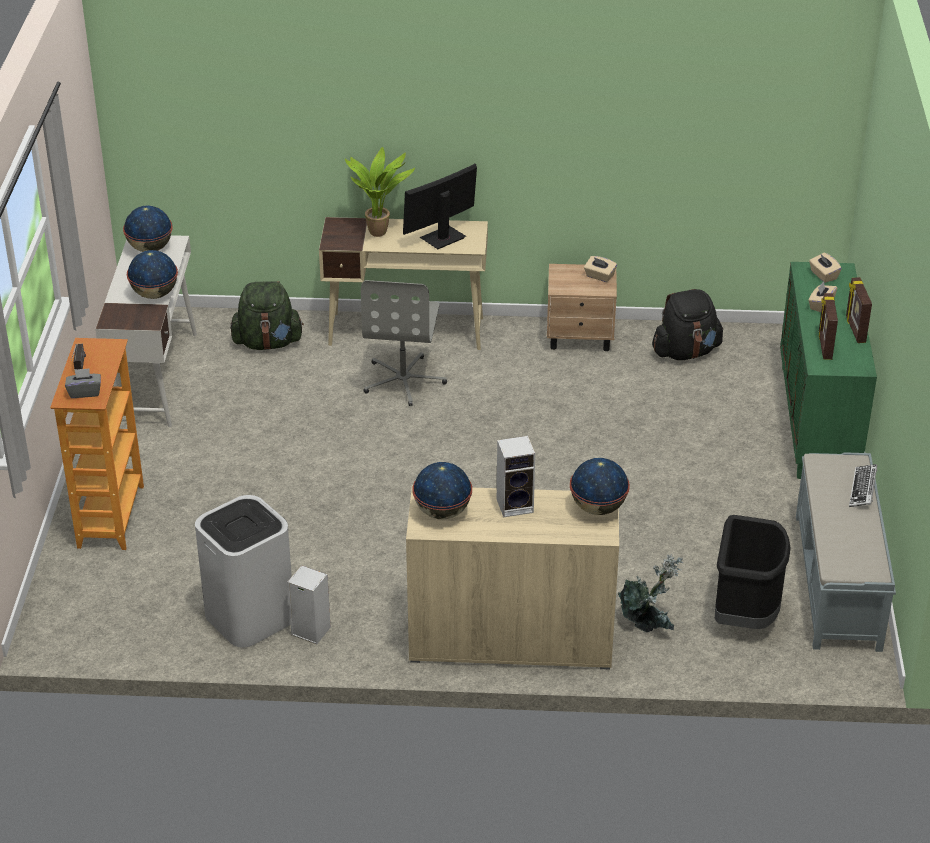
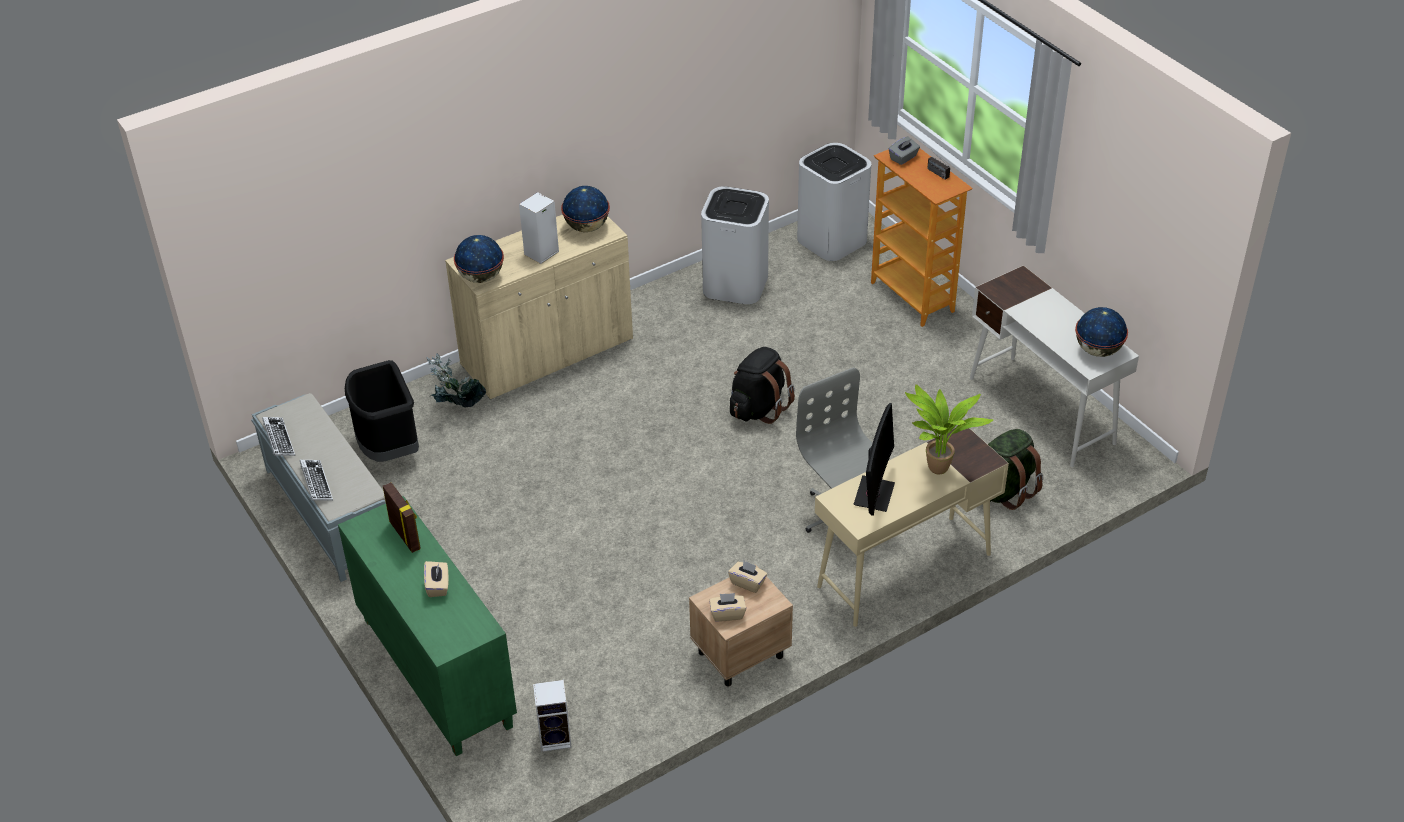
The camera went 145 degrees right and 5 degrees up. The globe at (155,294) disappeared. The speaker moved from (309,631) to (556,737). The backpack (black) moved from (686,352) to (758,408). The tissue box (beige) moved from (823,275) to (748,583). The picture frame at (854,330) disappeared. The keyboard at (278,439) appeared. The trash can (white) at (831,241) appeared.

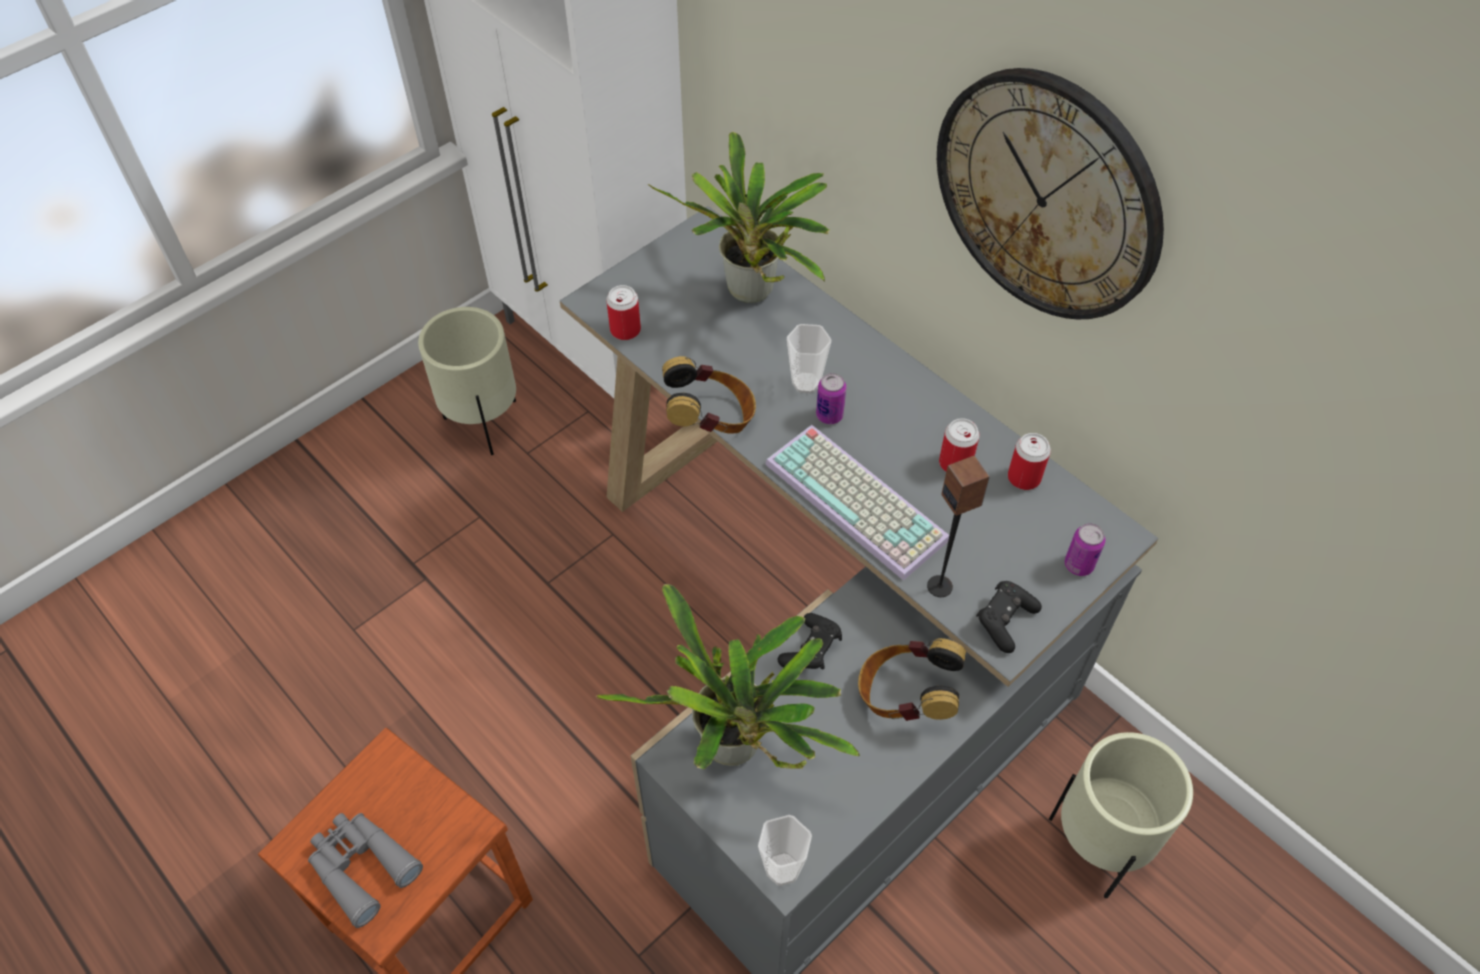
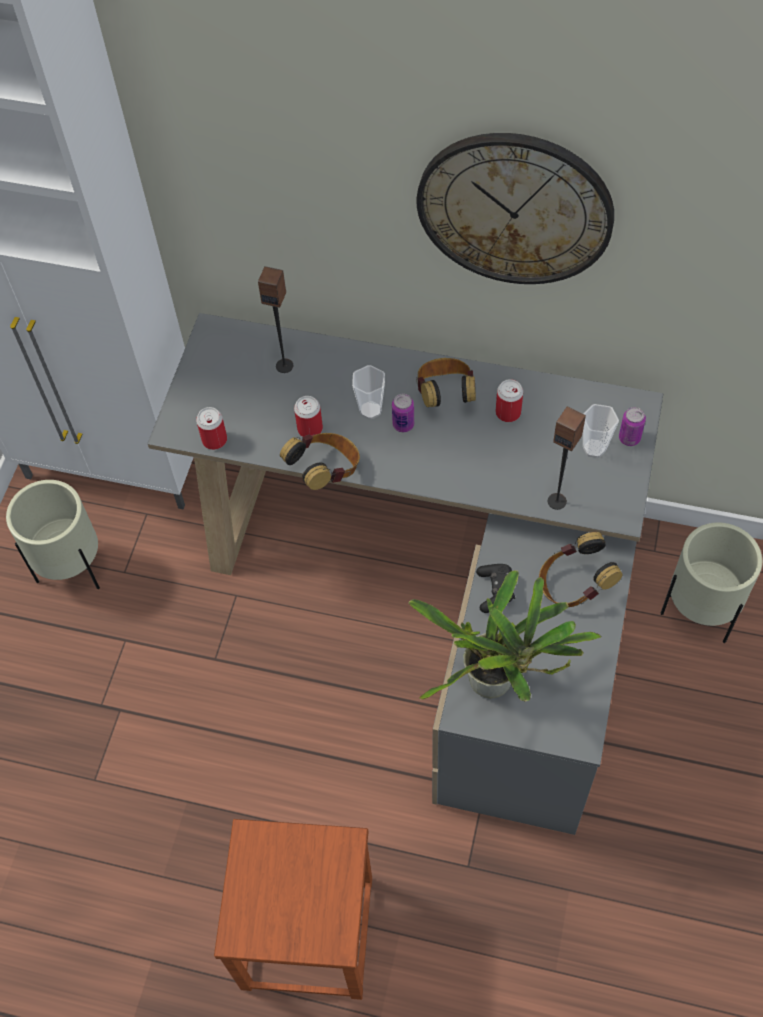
The camera went 30 degrees left and 5 degrees up. The binoculars (grey) at (361,866) disappeared. The potted plant at (752,295) was replaced by the speaker at (284,365). The cup moved from (782,869) to (594,448). The keyboard at (859,501) disappeared. The game controller (black) at (1004,621) disappeared. The can moved from (1024,477) to (310,428). The headphones at (445,395) appeared.

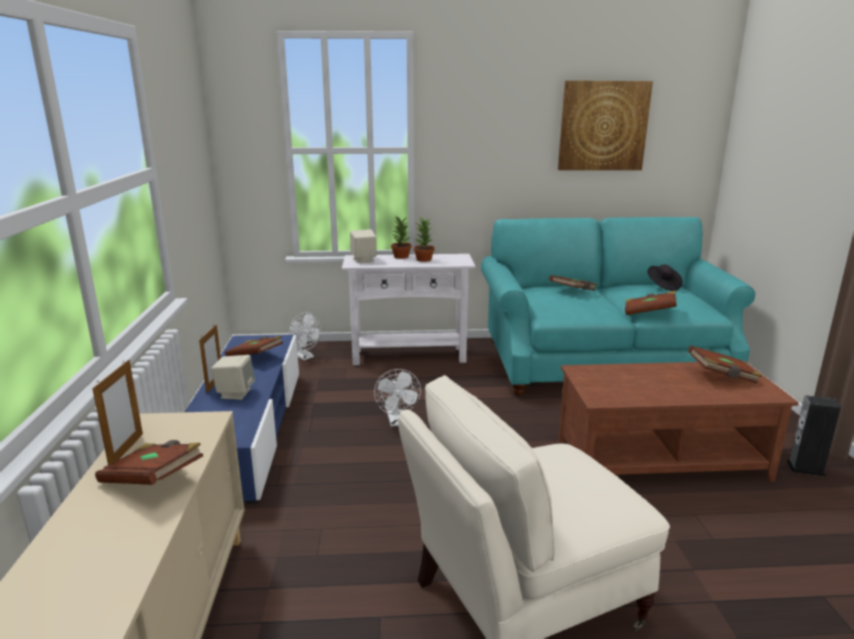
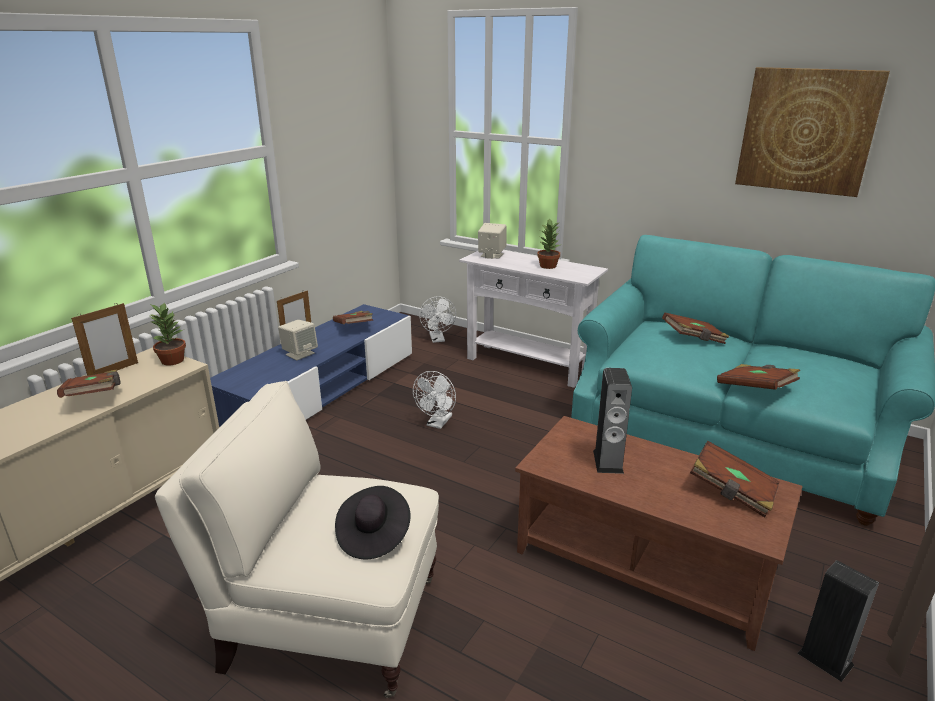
The camera went 35 degrees right and 5 degrees up. The potted plant moved from (400,256) to (172,360). The hat (black) moved from (662,286) to (373,535). The speaker at (608,461) appeared.

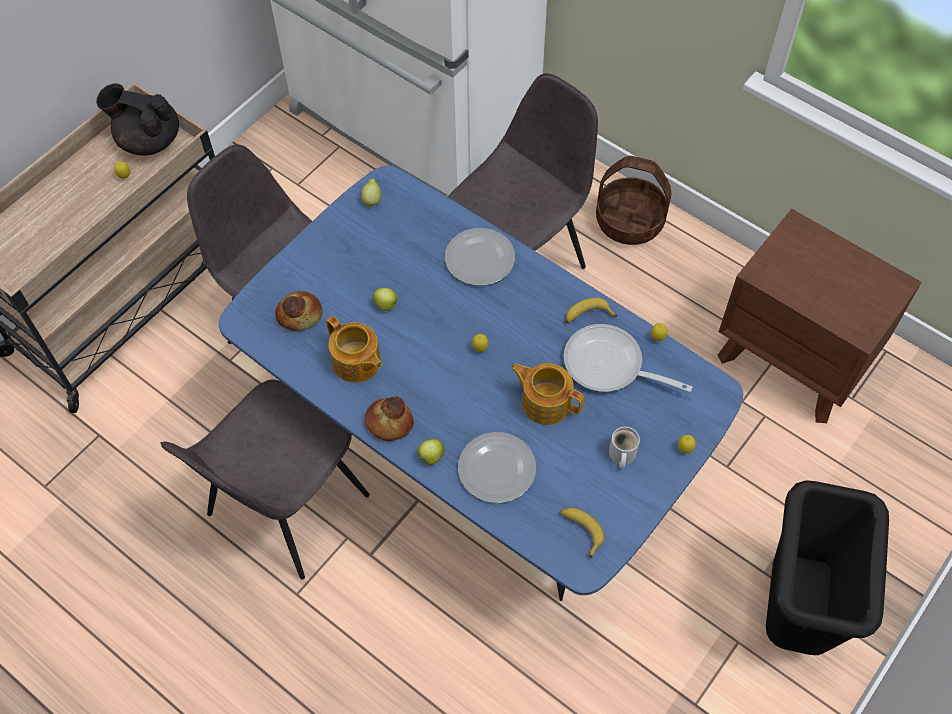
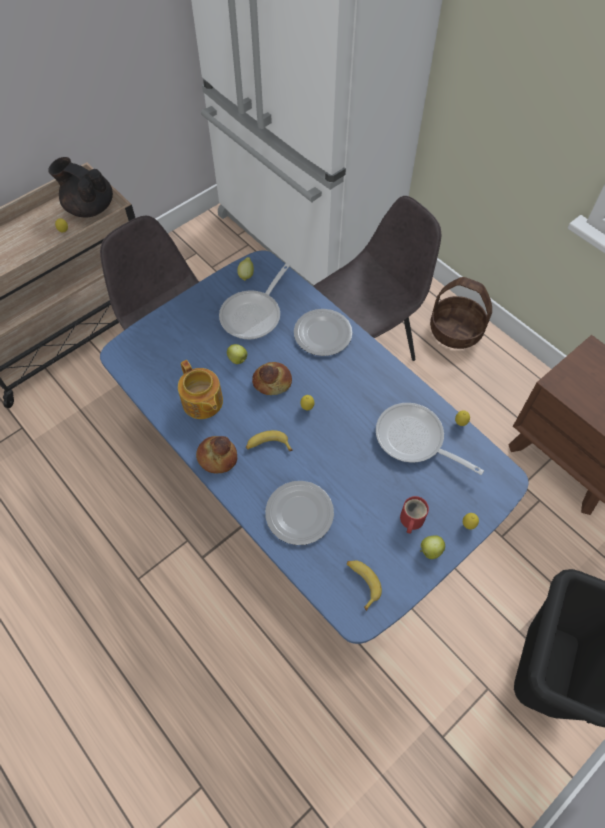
The camera went 10 degrees right and 0 degrees up. The chair (grey) at (285,508) disappeared. The bread moved from (299,314) to (272,381). The apple moved from (430,457) to (430,551). The teapot at (545,402) disappeared. The banana moved from (587,315) to (268,445). The mug (white) at (621,455) became the mug (red) at (410,520). The frying pan at (254,314) appeared.

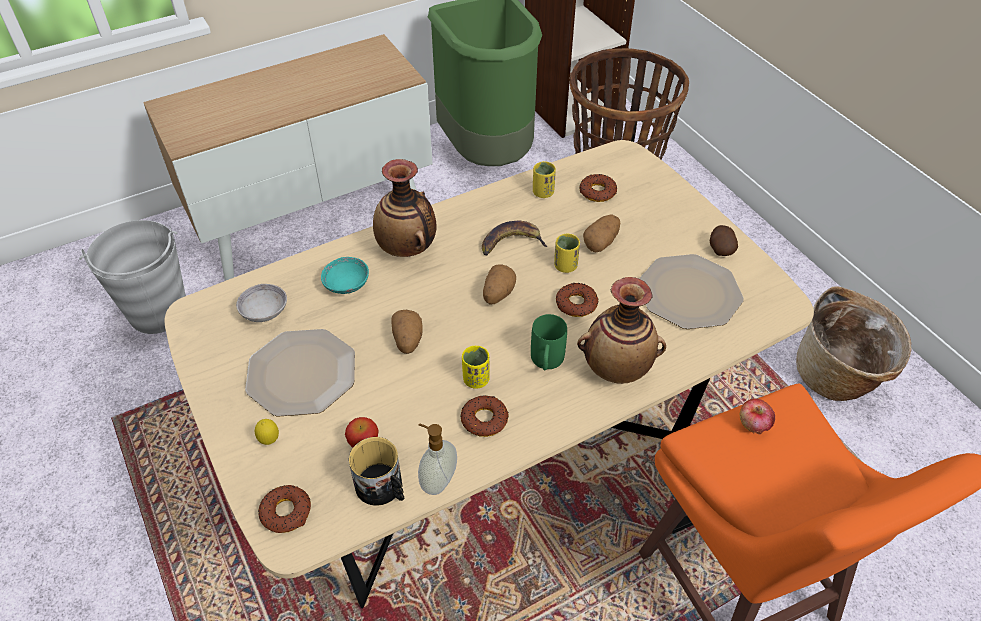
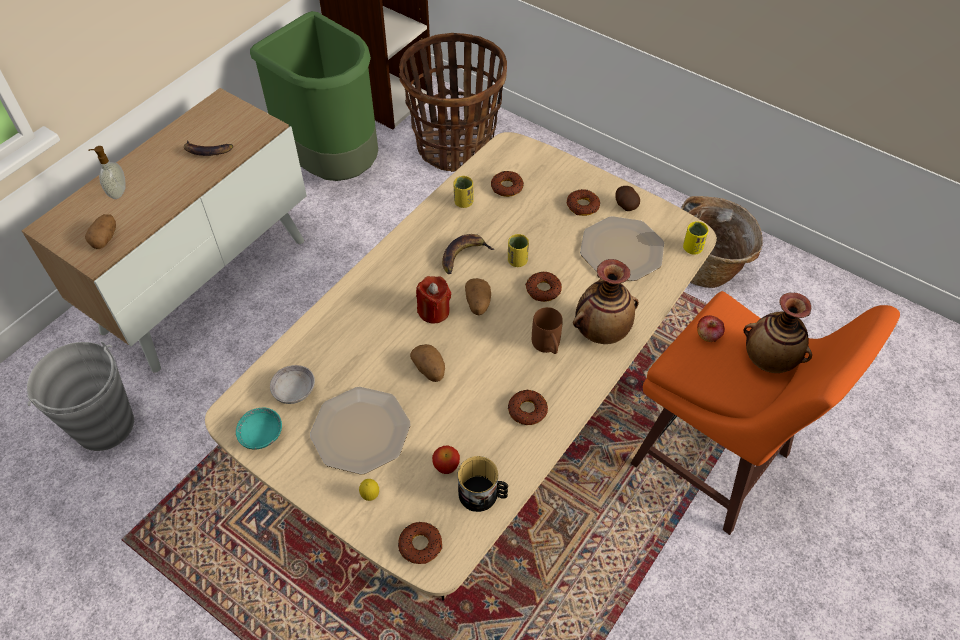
The camera went 25 degrees left and 5 degrees up. The bowl (turquoise) moved from (347,285) to (262,435). The vase moved from (407,248) to (769,359). The soap dispenser moved from (437,481) to (117,192). The cup (yellow) moved from (476,379) to (692,248). The mug (green) at (546,363) became the mug (brown) at (547,347). The potato moved from (601,242) to (105,238). The banana at (207,151) appeared. The candle (red) at (434,311) appeared. The donut at (582,206) appeared.

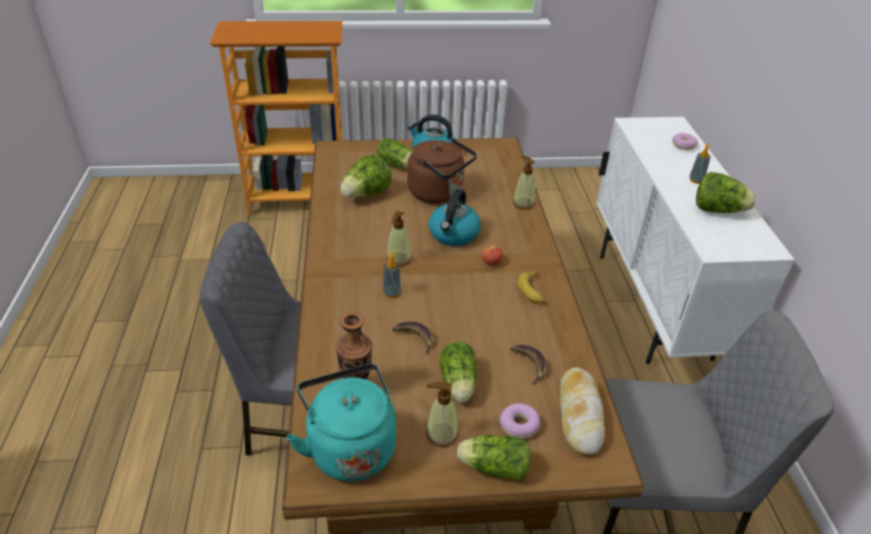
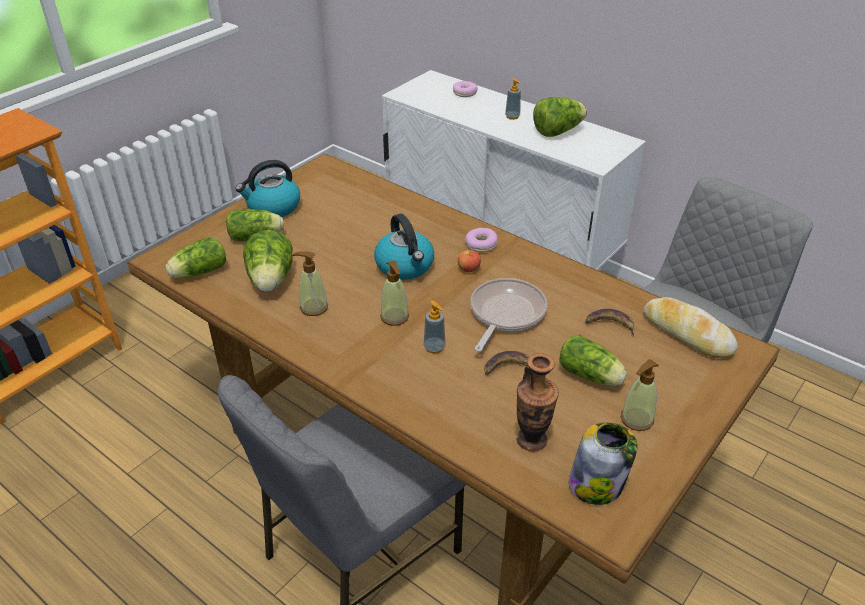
The camera went 45 degrees left and 0 degrees up. The kettle (turquoise) at (350,446) was replaced by the jar at (597,484). The kettle (brown) at (439,193) disappeared. The lettuce moved from (492,466) to (198,272). The donut moved from (519,425) to (481,245). The soap dispenser moved from (523,203) to (313,307). The banana at (532,291) disappeared. The frying pan at (505,314) appeared.

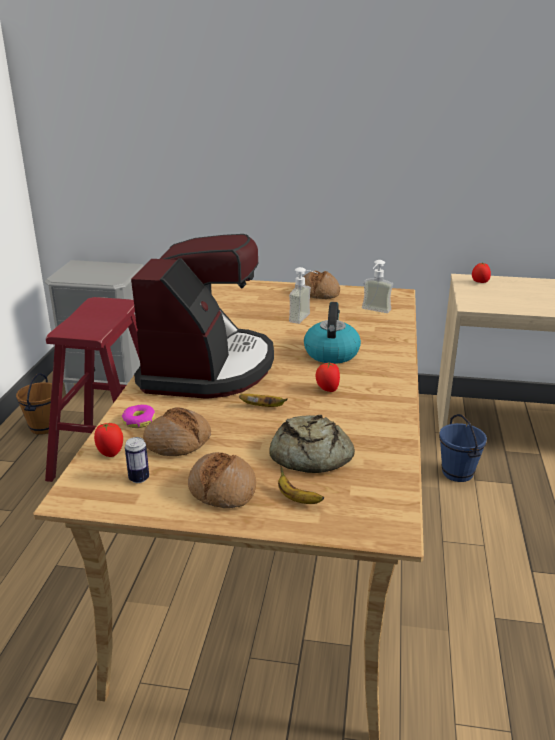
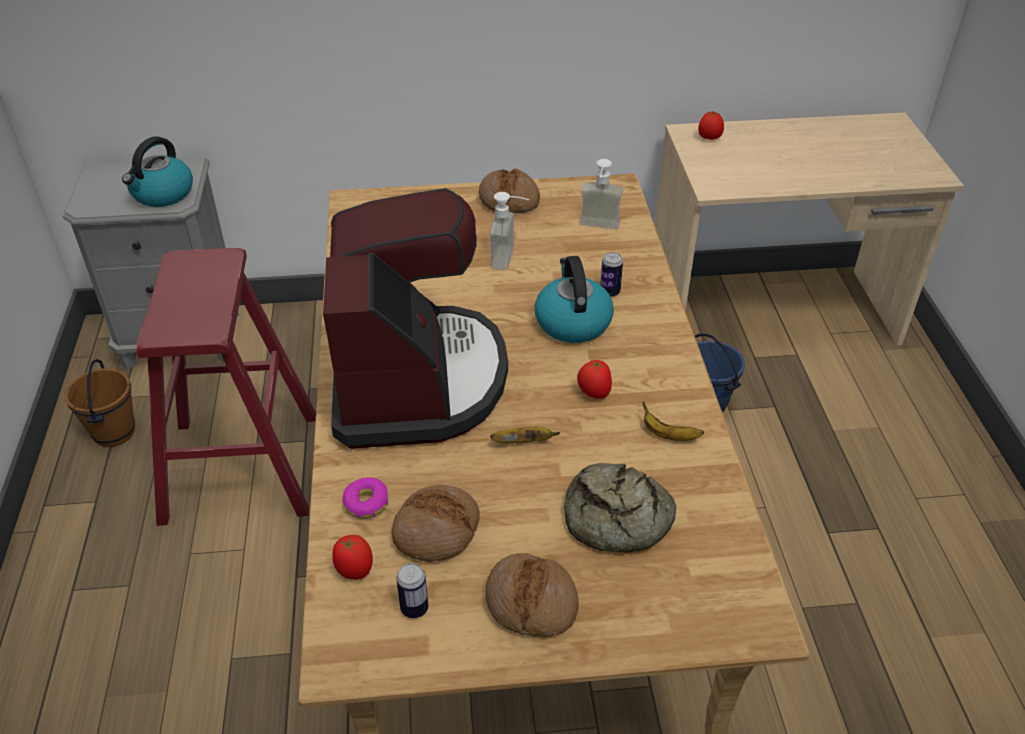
The camera went 15 degrees left and 15 degrees up. The banana moved from (297,499) to (668,435). The kettle at (162,194) appeared. The can at (610,292) appeared.

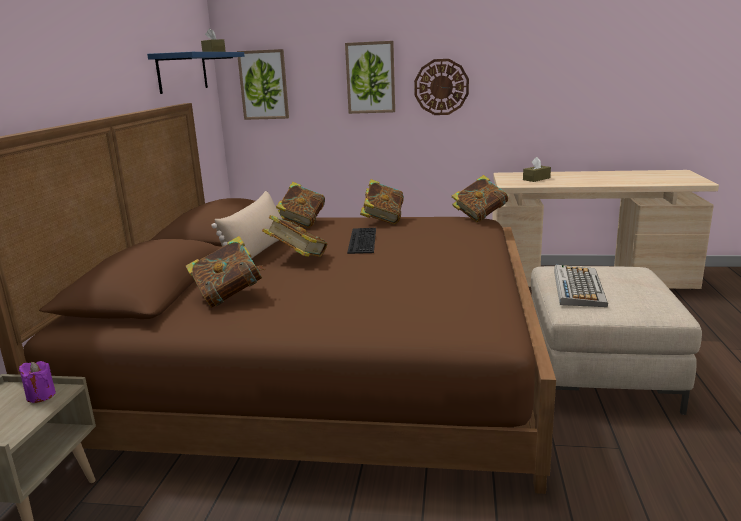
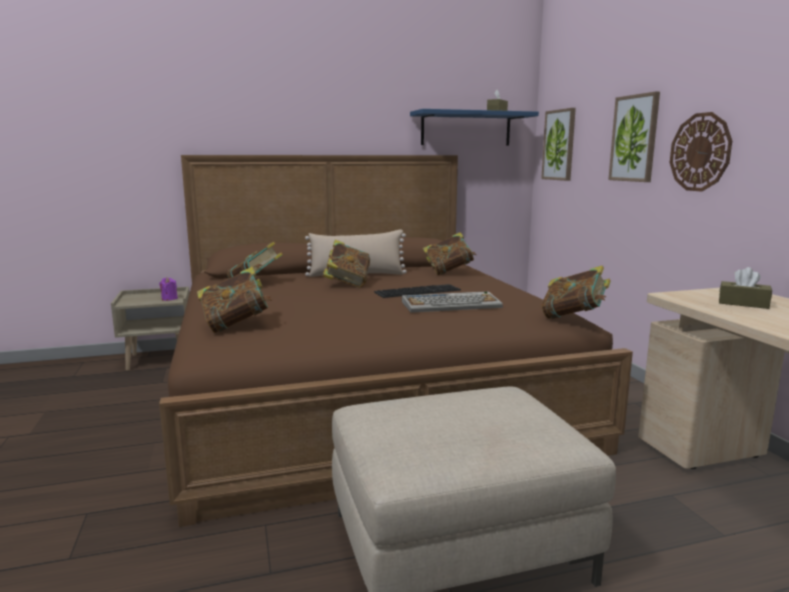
The camera went 65 degrees right and 5 degrees down. The book moved from (382,220) to (236,326). The keyboard moved from (577,287) to (451,304).

